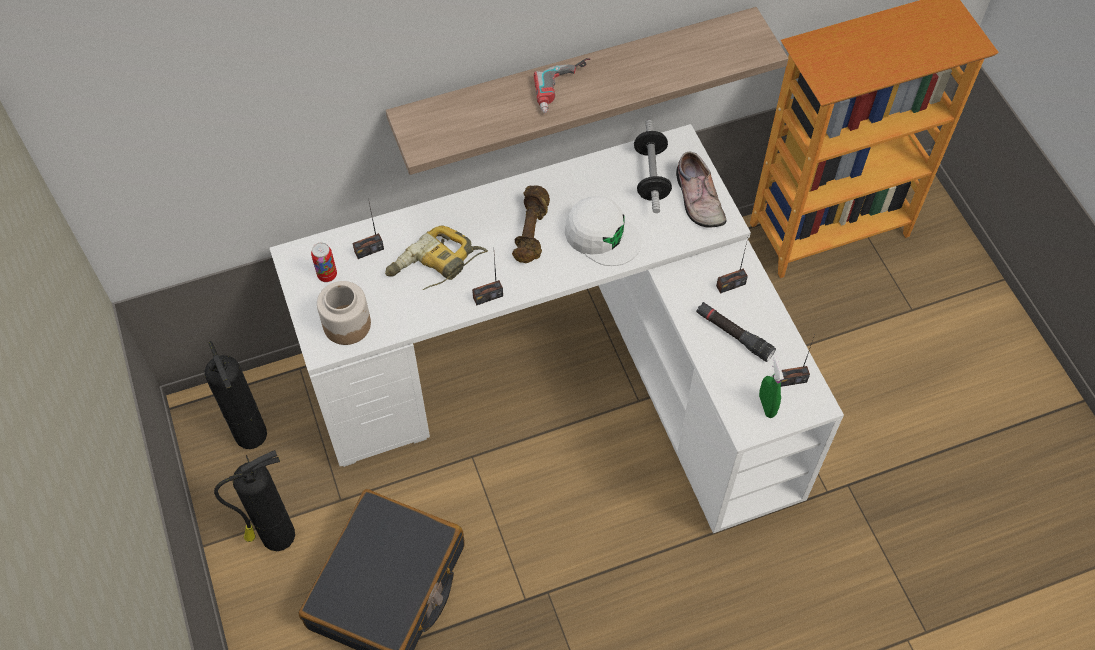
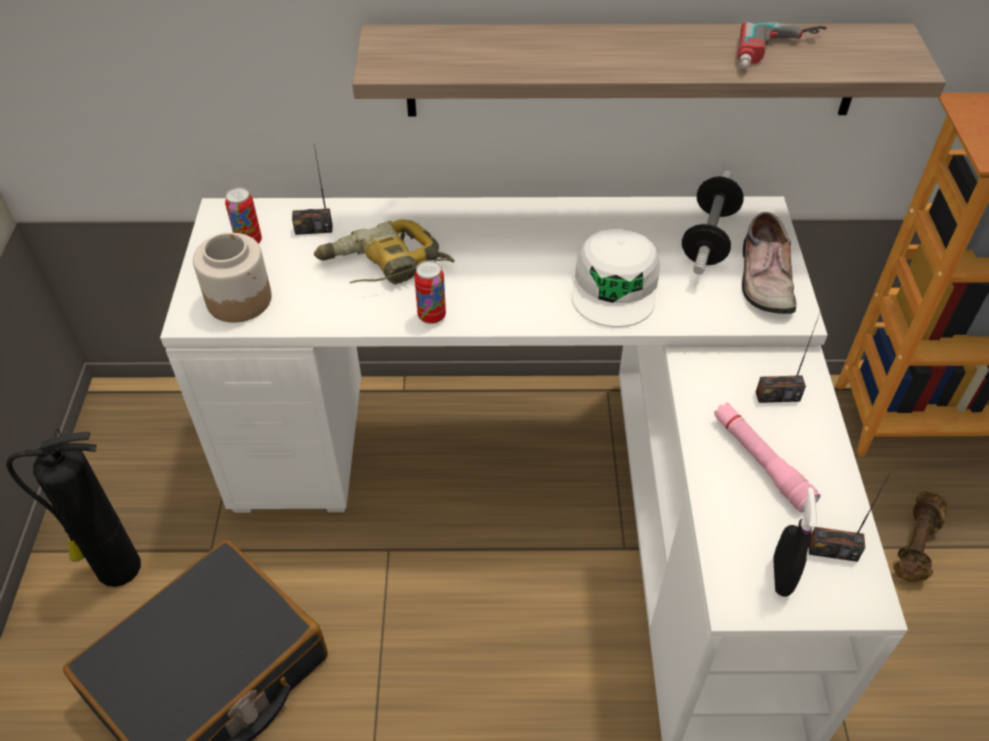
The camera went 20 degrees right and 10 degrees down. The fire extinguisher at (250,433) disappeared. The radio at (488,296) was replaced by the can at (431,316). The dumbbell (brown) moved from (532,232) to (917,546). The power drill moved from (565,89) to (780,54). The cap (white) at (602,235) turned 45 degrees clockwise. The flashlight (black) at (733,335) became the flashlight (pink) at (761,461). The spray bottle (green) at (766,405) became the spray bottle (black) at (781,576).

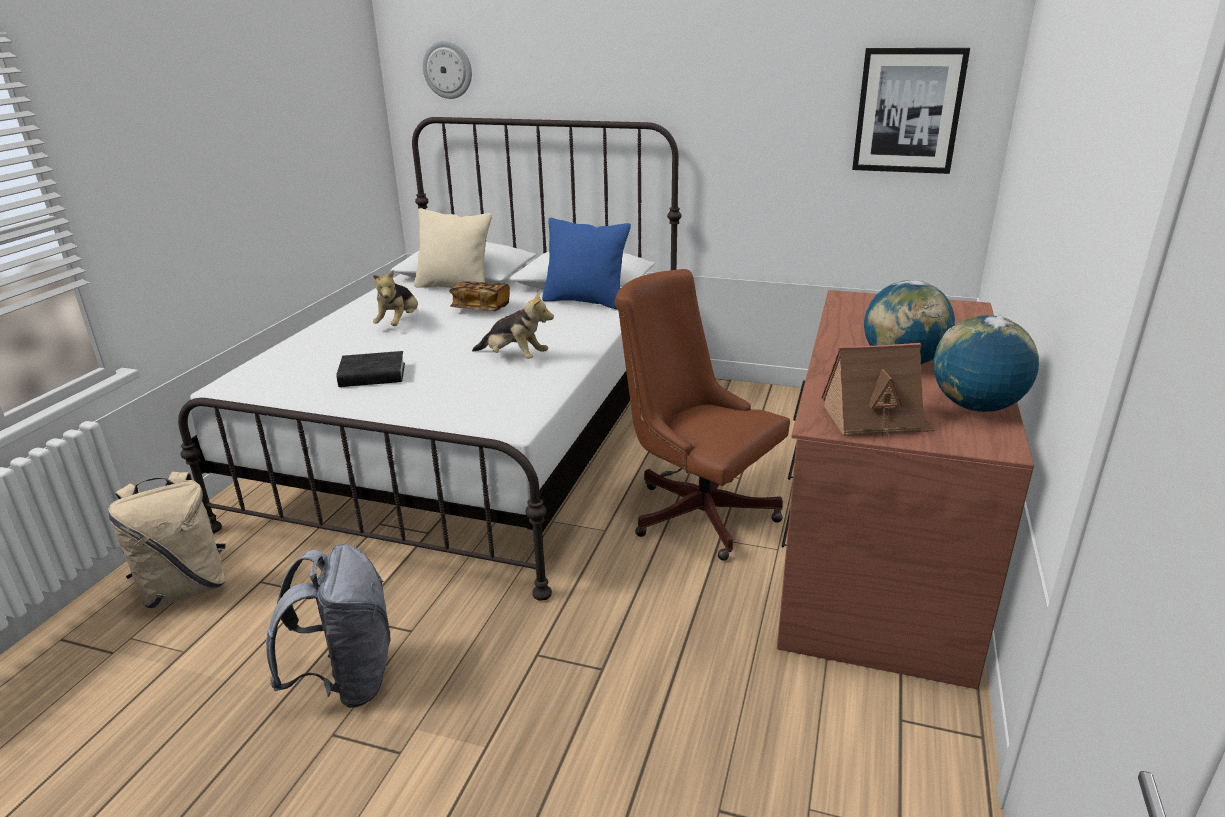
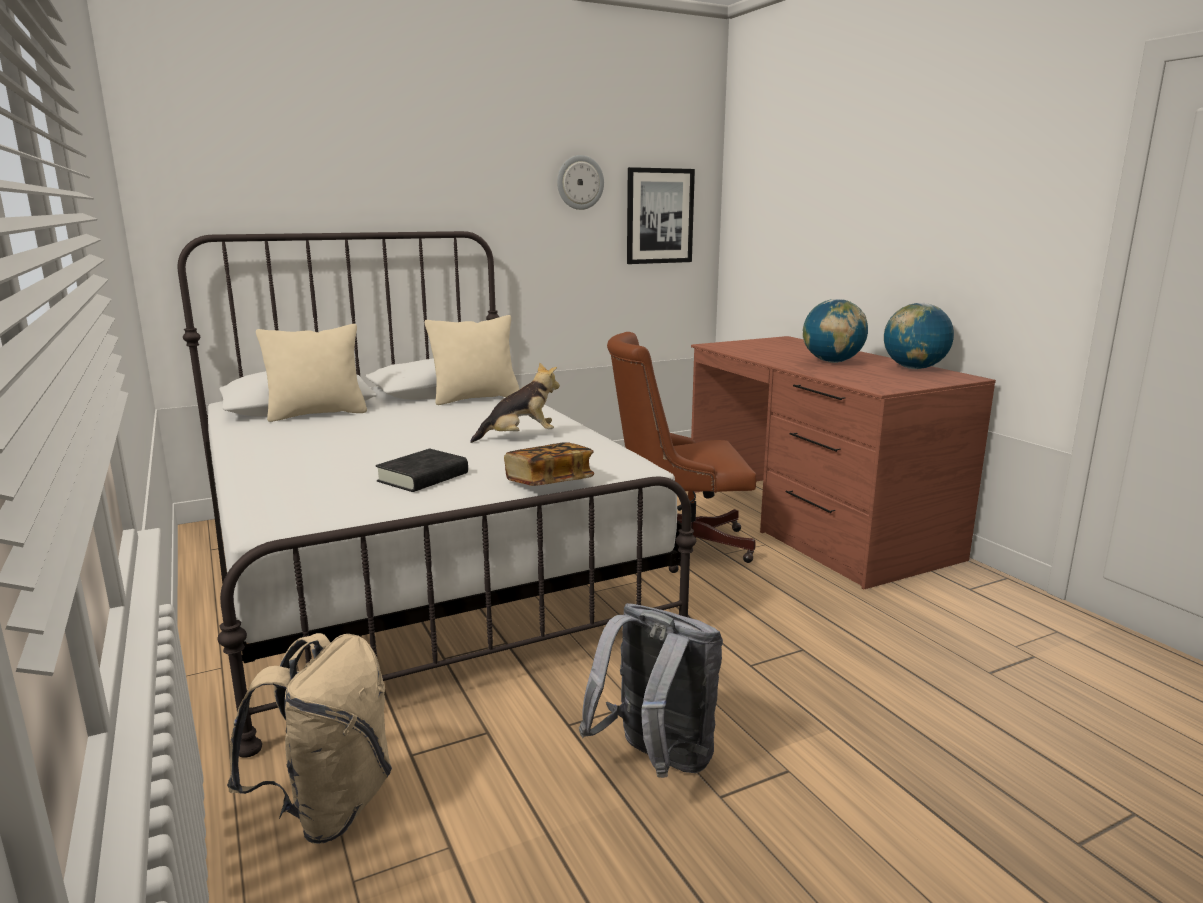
The camera went 45 degrees left and 10 degrees down. The plush toy at (399,323) disappeared. The wall clock moved from (448,69) to (580,182). The book moved from (481,308) to (549,482). The pillow (blue) at (586,301) became the pillow (beige) at (476,398). The toy house at (875,419) disappeared.

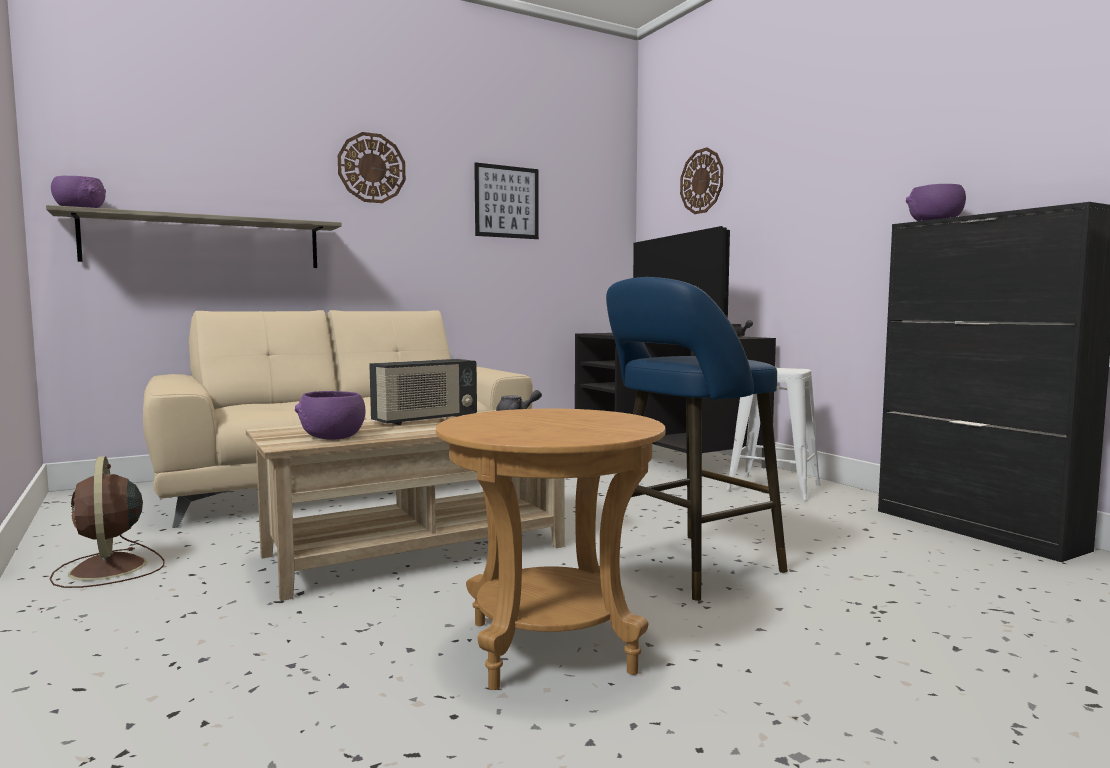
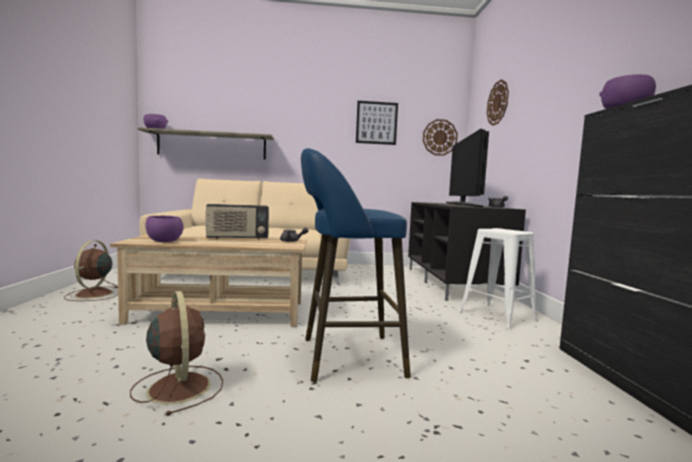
The camera went 25 degrees right and 0 degrees up. The wall clock moved from (372,168) to (439,137). The side table (brown) at (550,646) was replaced by the fan (brown) at (179,386).

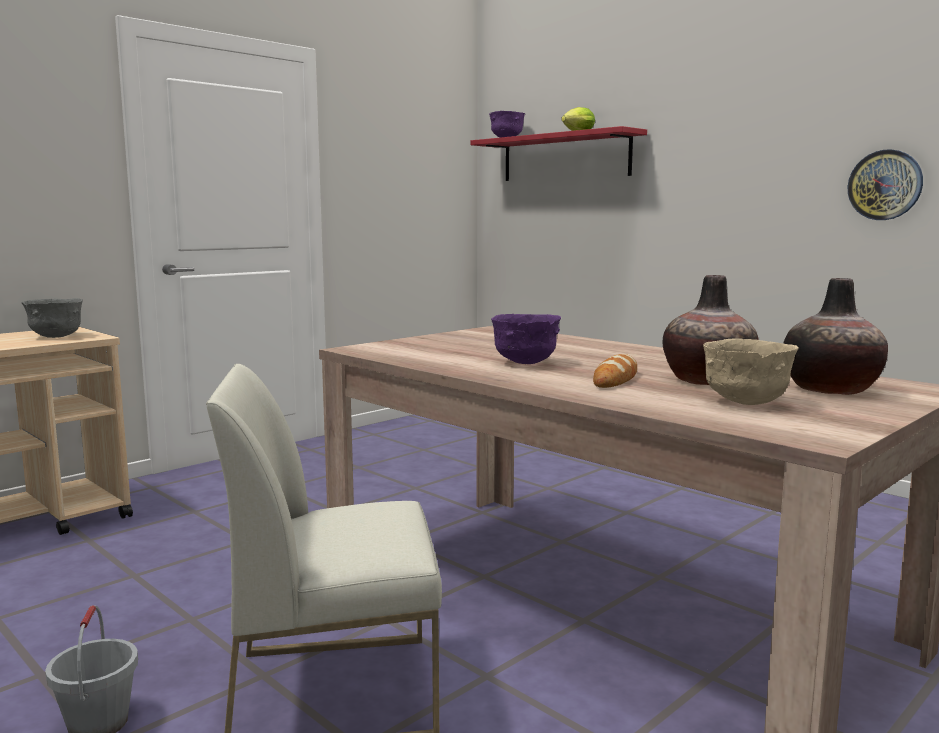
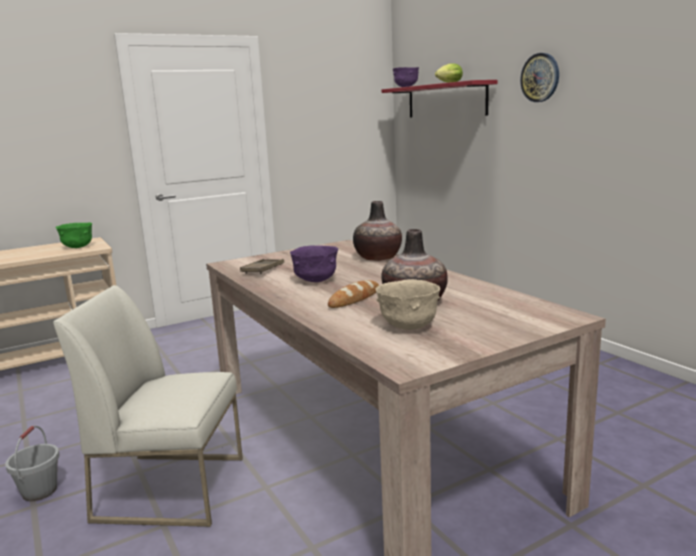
The camera went 15 degrees right and 5 degrees up. The bowl (grey) at (56,337) became the bowl (green) at (77,247). The vase moved from (831,389) to (378,257). The wall clock moved from (885,185) to (540,77). The tray (brown) at (263,270) appeared.

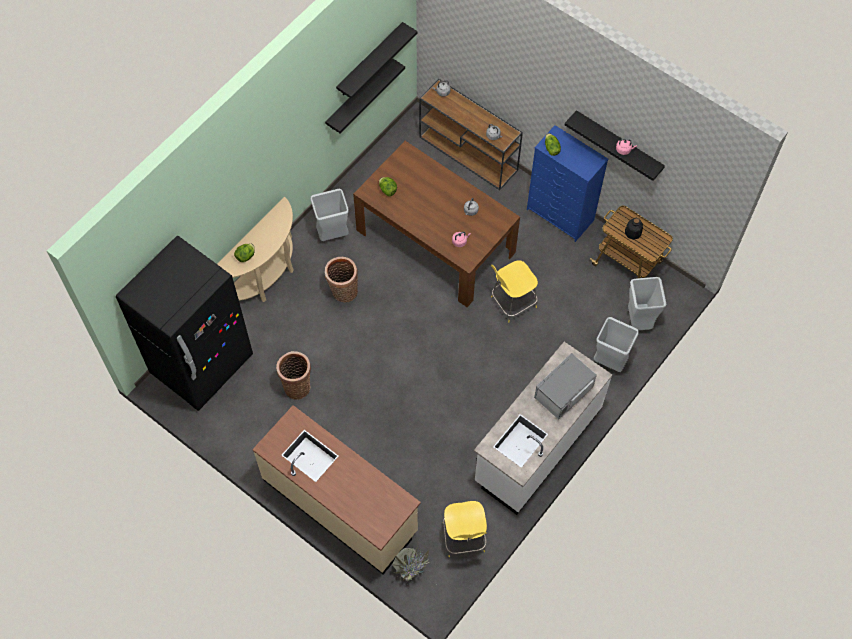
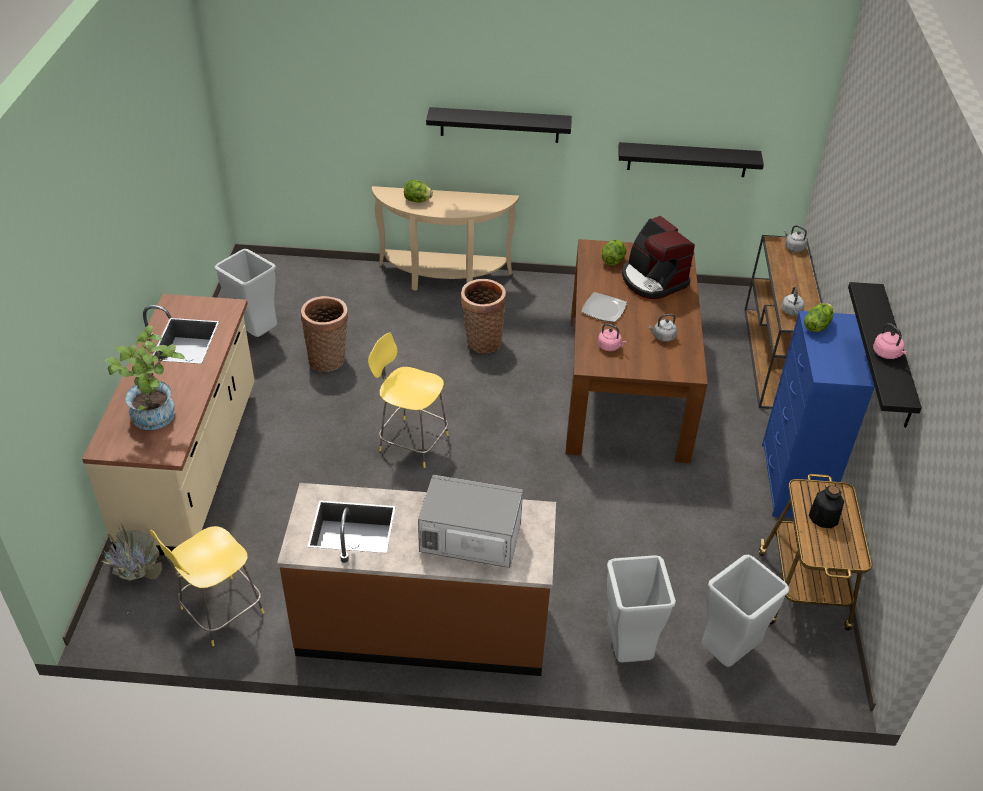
The camera went 55 degrees right and 20 degrees down. The fridge (black) at (202,365) disappeared. The trash can (grey) moved from (332,235) to (255,333). The shelf (black) moved from (370,60) to (499,125). The counter (white) at (536,445) became the counter (brown) at (423,626). The stool (yellow) moved from (512,303) to (411,441). The potted plant at (157,419) appeared. The plate at (604,309) appeared. The coffee machine at (653,280) appeared.

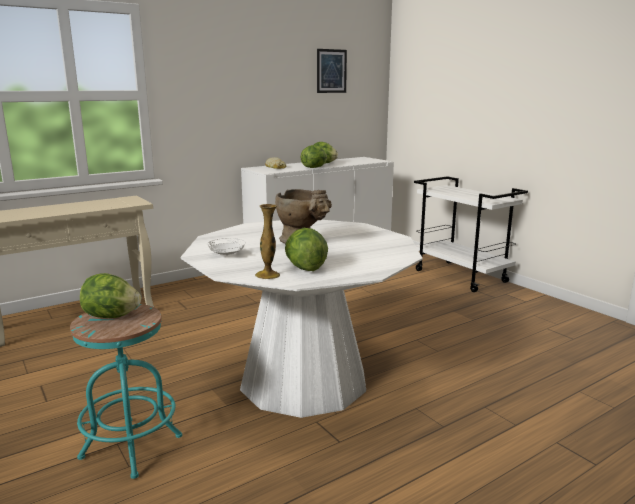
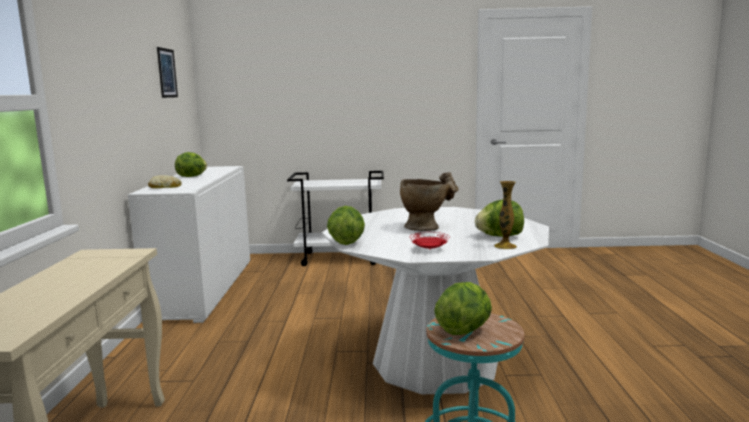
The camera went 55 degrees left and 5 degrees down. The plate (white) at (226,255) became the plate (red) at (429,249). The lettuce moved from (314,167) to (346,243).

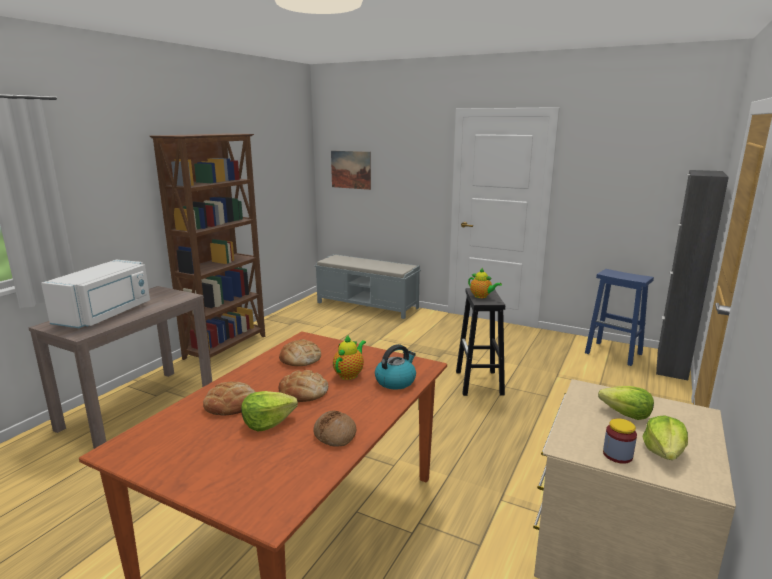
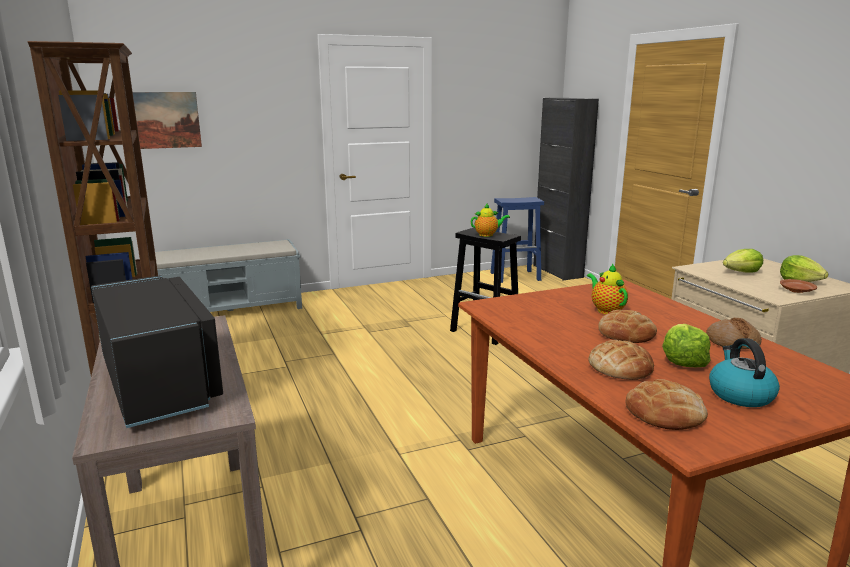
The camera went 50 degrees left and 0 degrees up. The microwave (white) at (106,314) became the microwave (black) at (162,383). The bread moved from (300,358) to (665,413). The kettle moved from (395,381) to (739,394). The jar at (617,455) was replaced by the plate (brown) at (796,290).

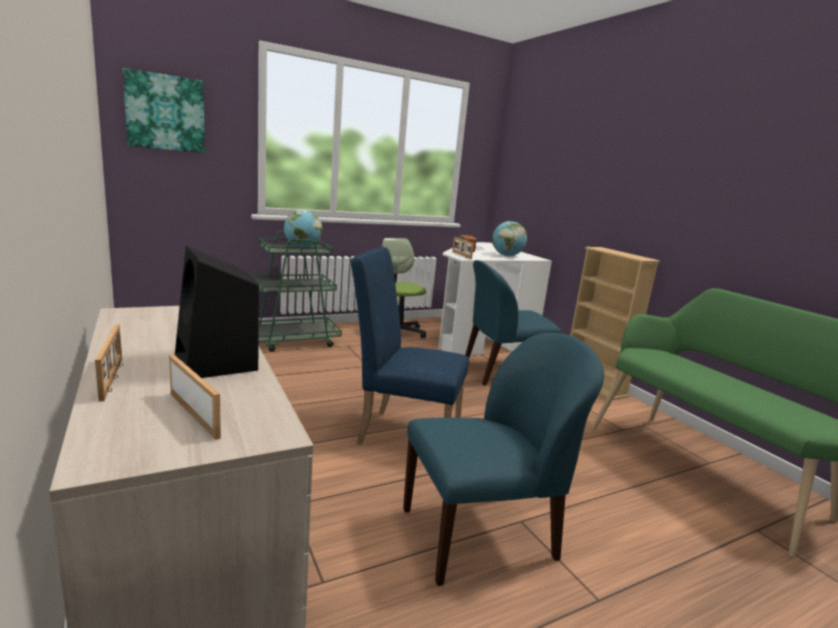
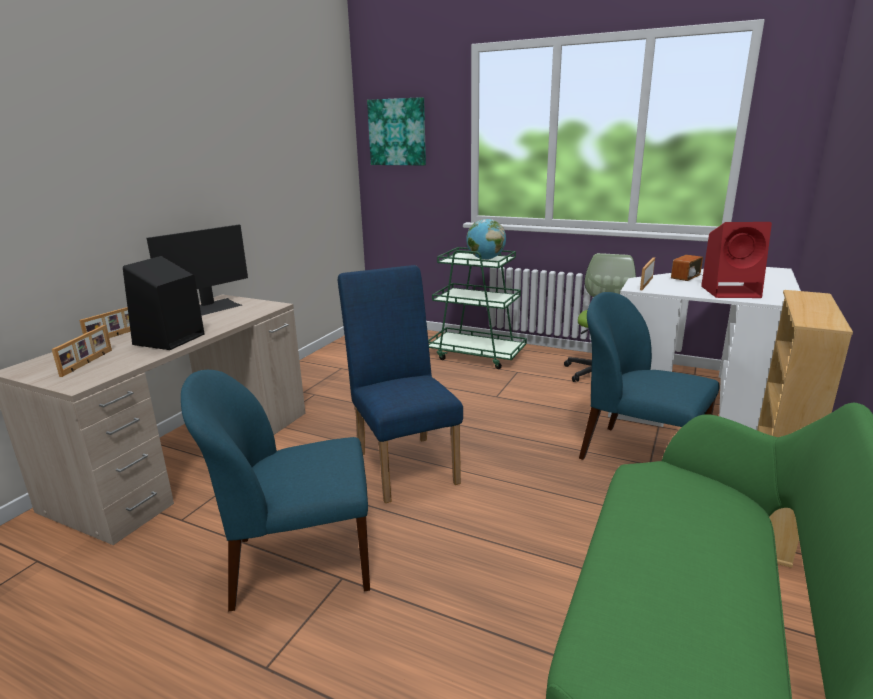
The camera went 55 degrees right and 5 degrees up. The chair (blue) at (481,534) turned 135 degrees clockwise. The globe at (506,256) was replaced by the speaker (red) at (731,292). The monitor at (212,307) appeared.

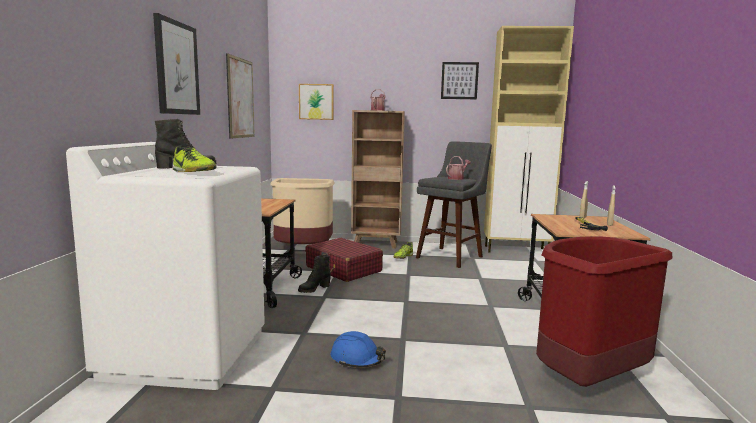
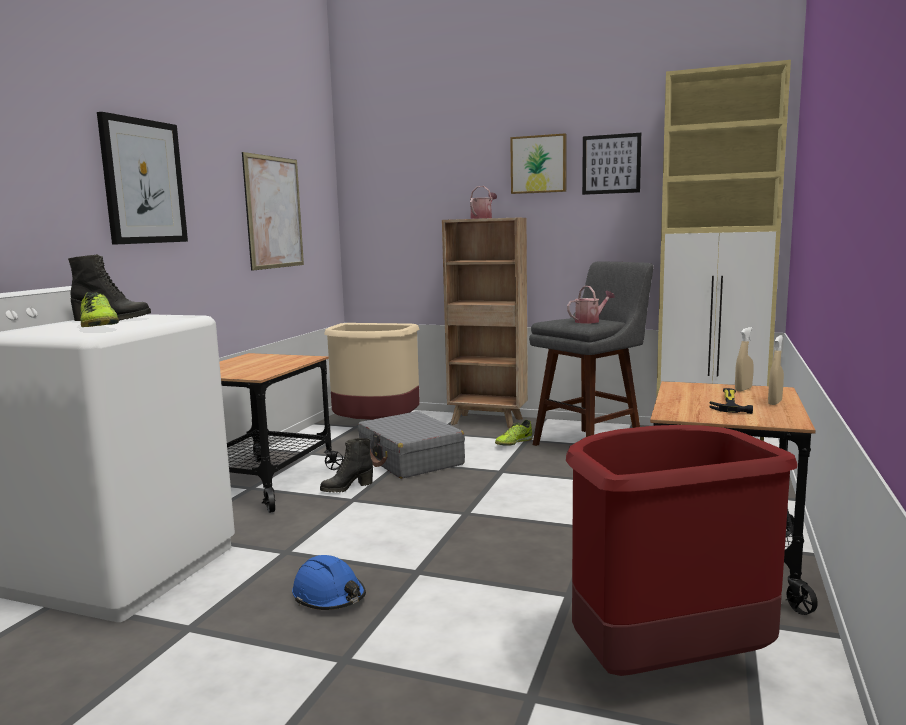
The camera went 15 degrees right and 0 degrees up. The picture moved from (316,102) to (539,164). The suitcase (red) at (343,269) became the suitcase (grey) at (410,459).

